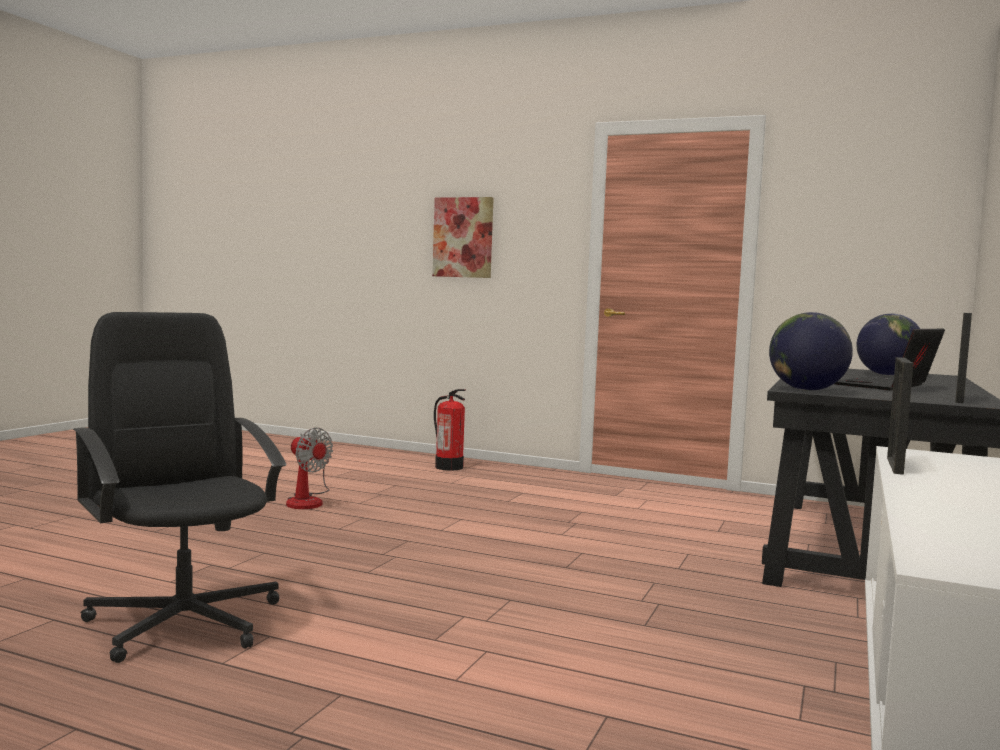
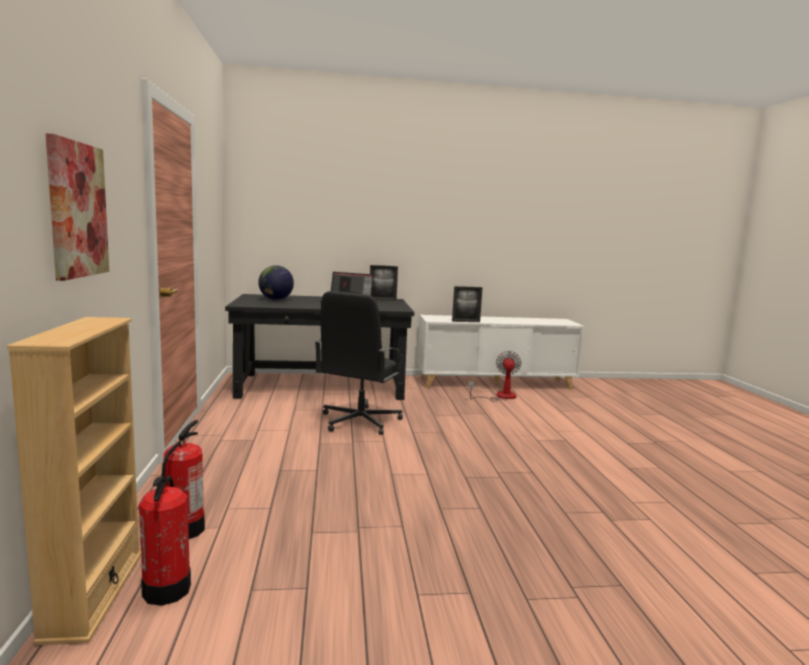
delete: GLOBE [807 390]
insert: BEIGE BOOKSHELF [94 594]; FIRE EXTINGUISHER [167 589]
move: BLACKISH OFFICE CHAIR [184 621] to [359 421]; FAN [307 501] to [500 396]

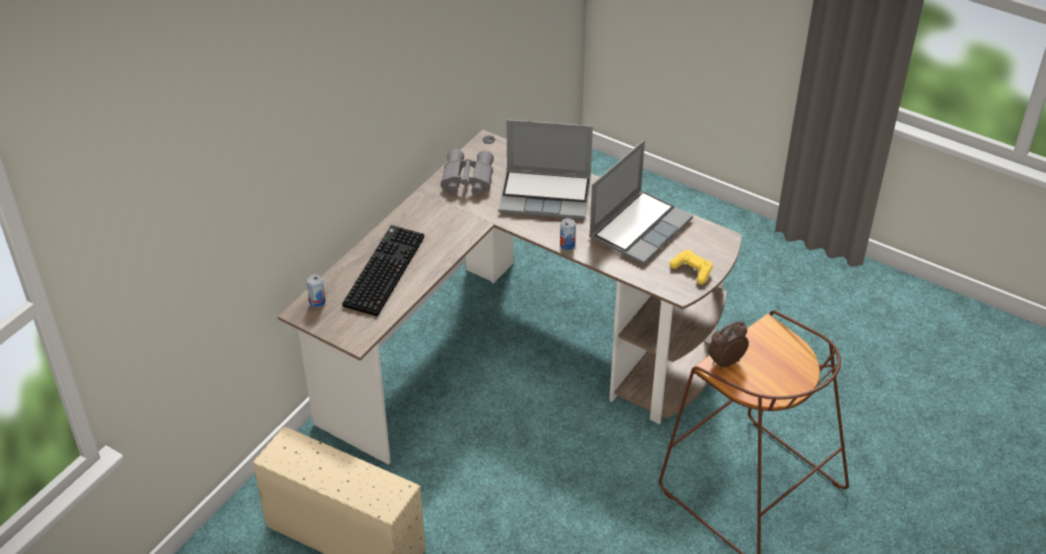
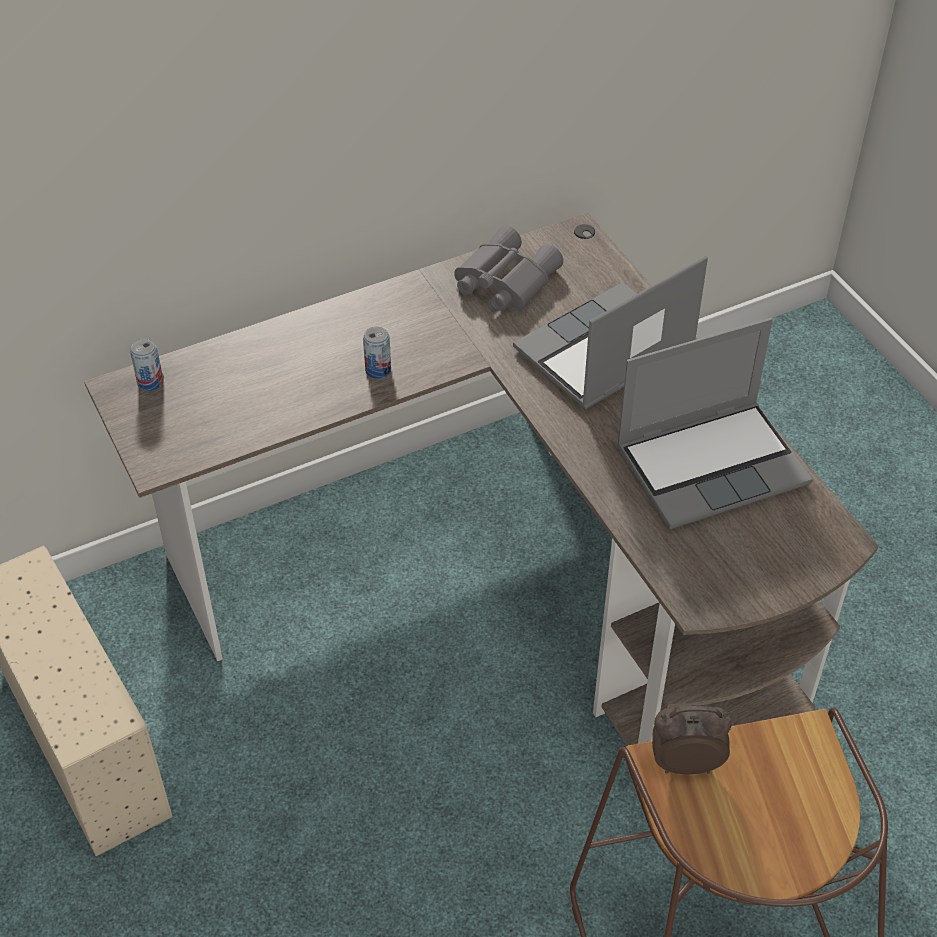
delete: PC KEYBOARD [383 270]; YELLOW-COLOURED GAME CONTROLLER [692 271]
move: METAL CAN [567 245] to [378 370]
rotate: NOTEBOOK COMPUTER [546 195] = [604 352] 105 degrees clockwise

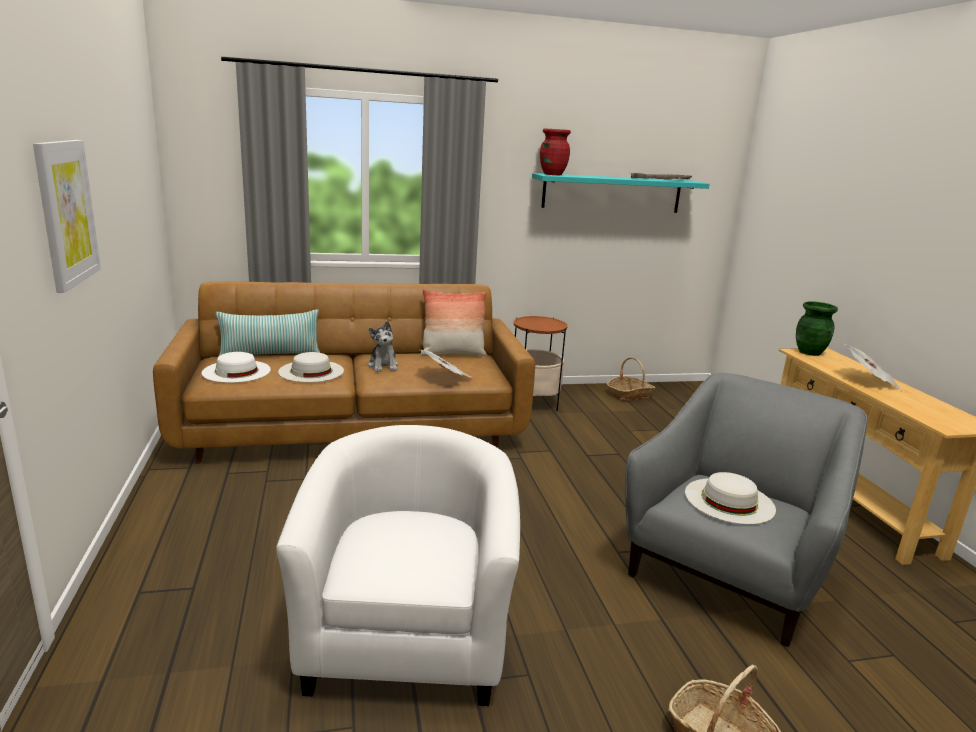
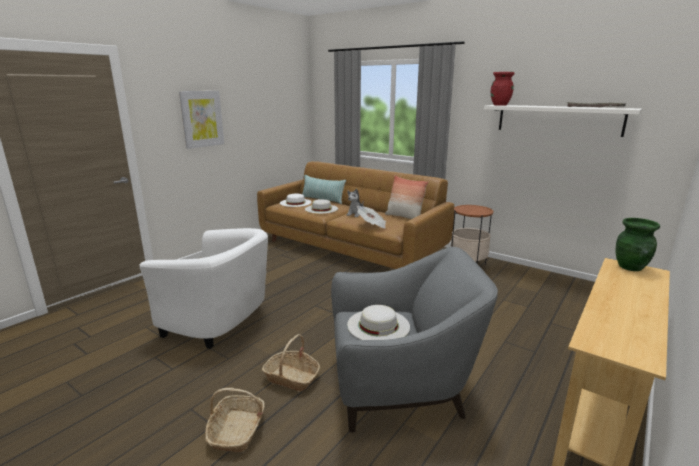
delete: PRINTED PAPER [869 381]
move: HOUSEHOLD BASKET [629 395] to [292 377]
recolor: BLUE-GREEN BRACKET SHELF [612 193] to WHITE-COLOURED BRACKET SHELF [558 119]
rotate: WHITE-COLOURED ARMCHAIR [407 636] = [221 323] 60 degrees clockwise

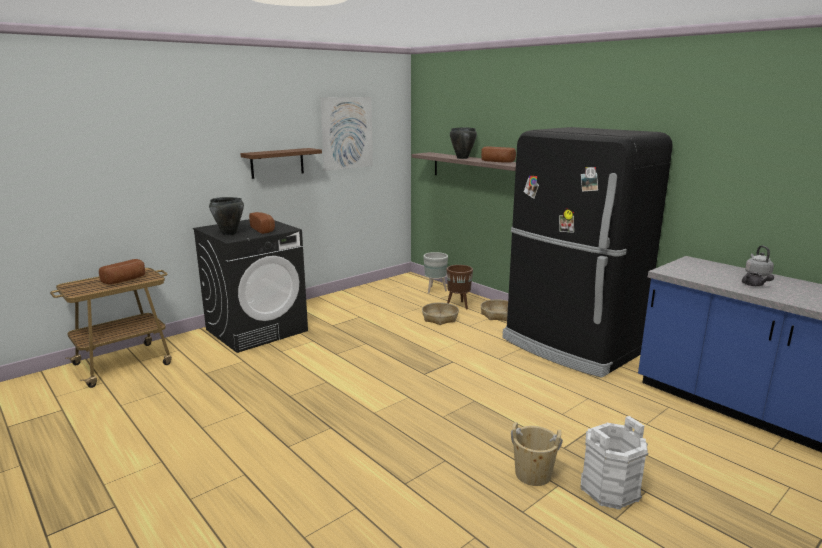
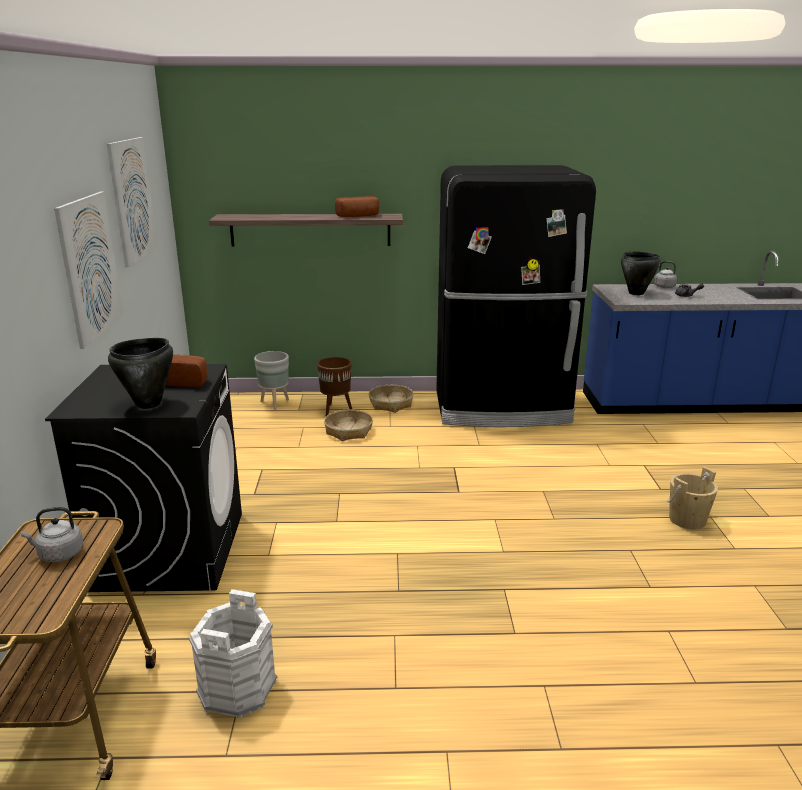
move: BLACKISH STOCKPOT [462 158] to [636 293]; WHITE-COLOURED BUCKET [610 489] to [238 689]
replace: BAKERY BREAD [126 280] to GRAY WATER KETTLE [58 554]; BROWN BRACKET SHELF [277 163] to WALL PICTURE [90 267]

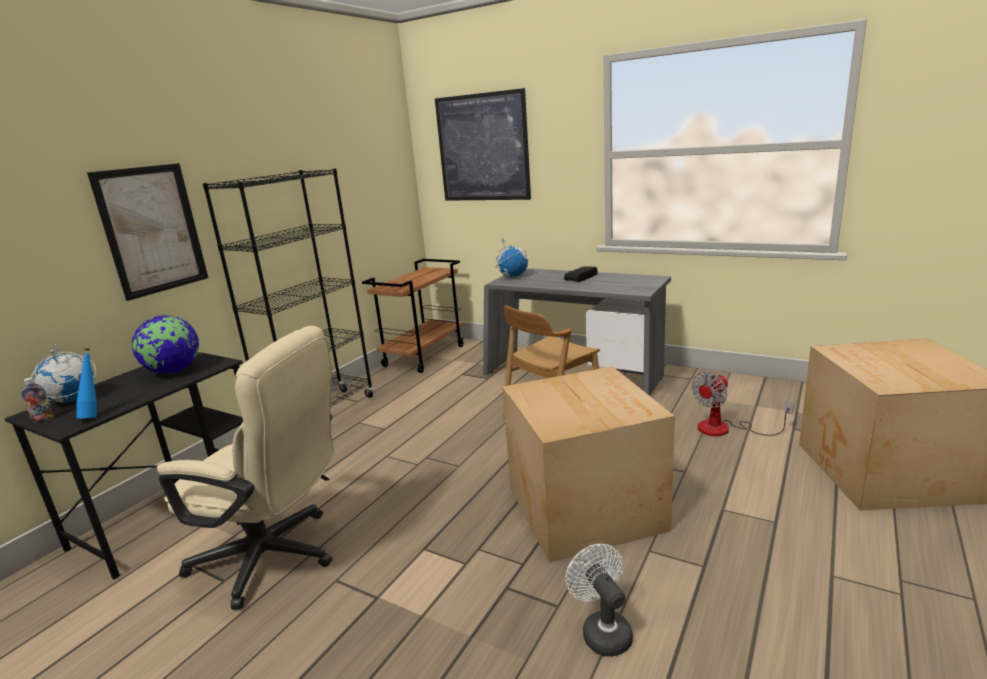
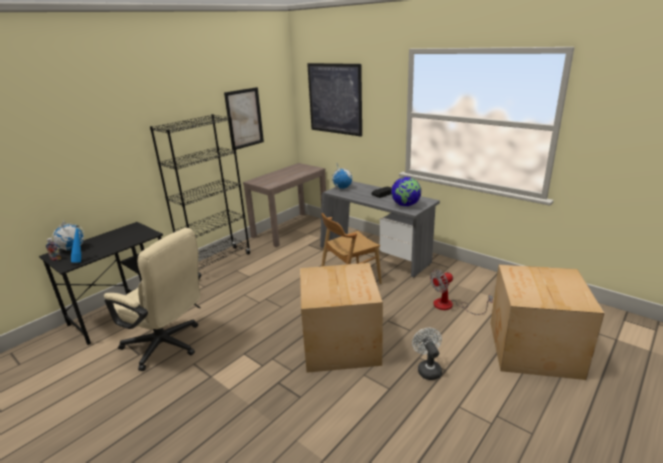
move: WALL PICTURE [152 230] to [244 118]; GLOBE [174 371] to [405 205]; WHITE-COLOURED FAN [602 630] to [427 369]
replace: BROWN WHEELED CART [424 356] to BROWN CONSOLE TABLE [290 228]

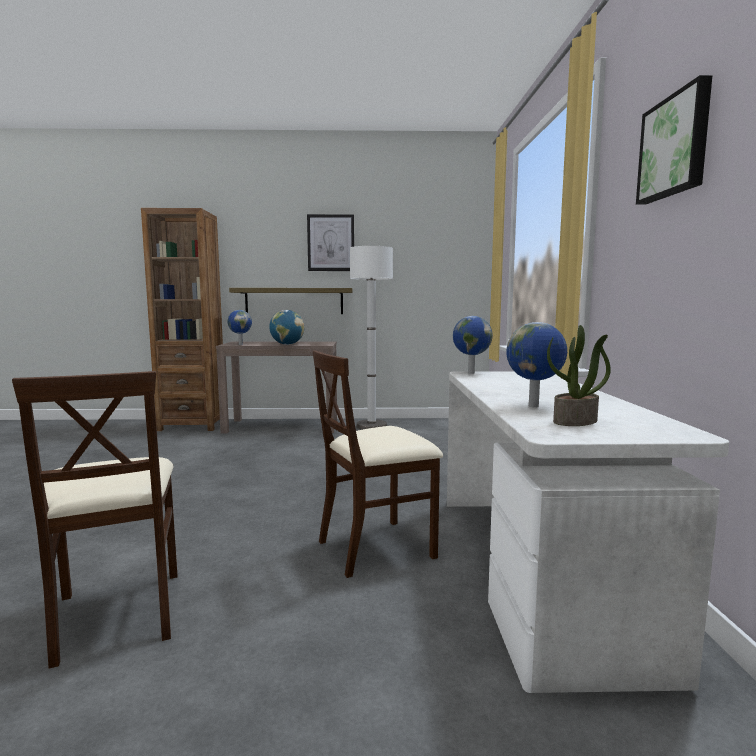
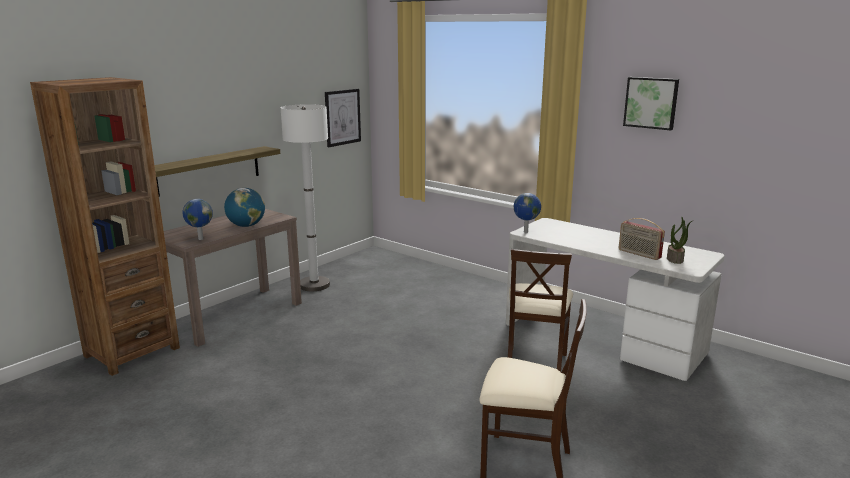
move: WALL PICTURE [331 243] to [342 117]
replace: GLOBE [534 406] to RADIO SET [639 254]

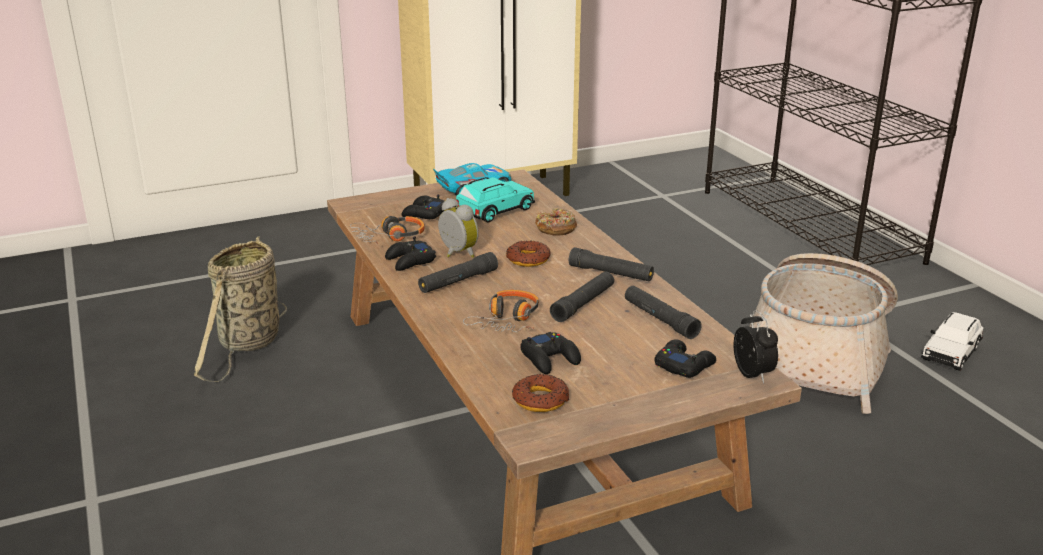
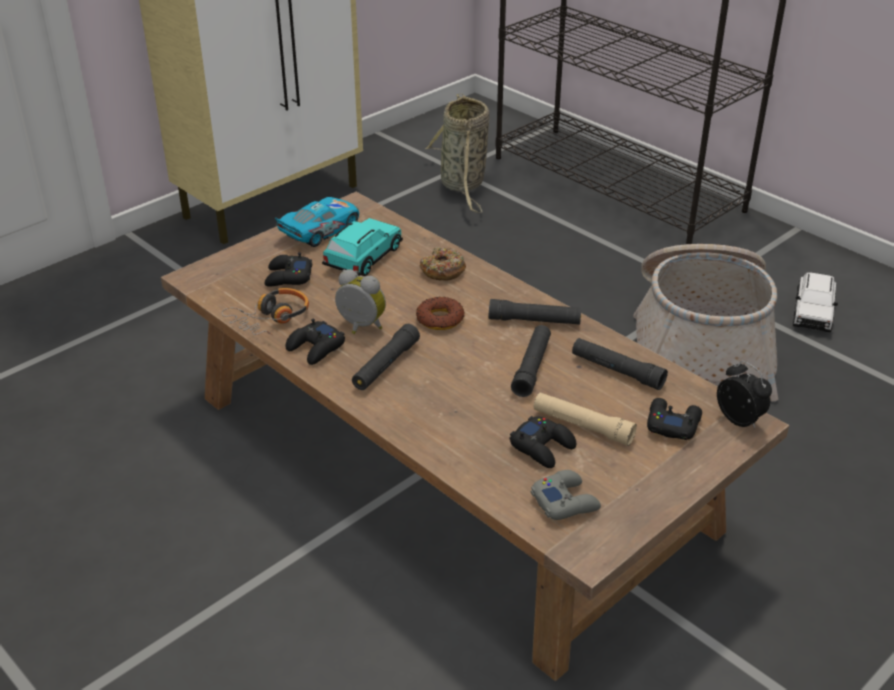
delete: HEADPHONES [507 320]
insert: BEIGE HAND TORCH [582 426]
move: HOUSEHOLD BASKET [248 344] to [463 185]
replace: RING DOUGHNUT [540 399] to GRAY GAME CONTROLLER [565 501]

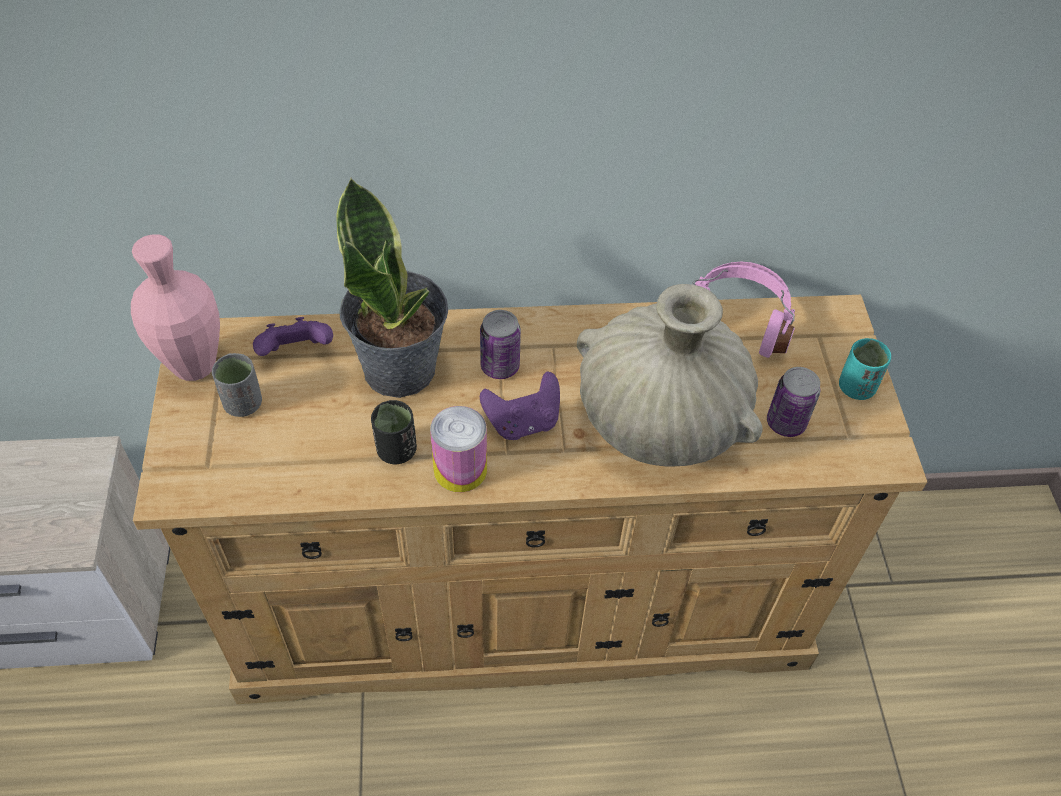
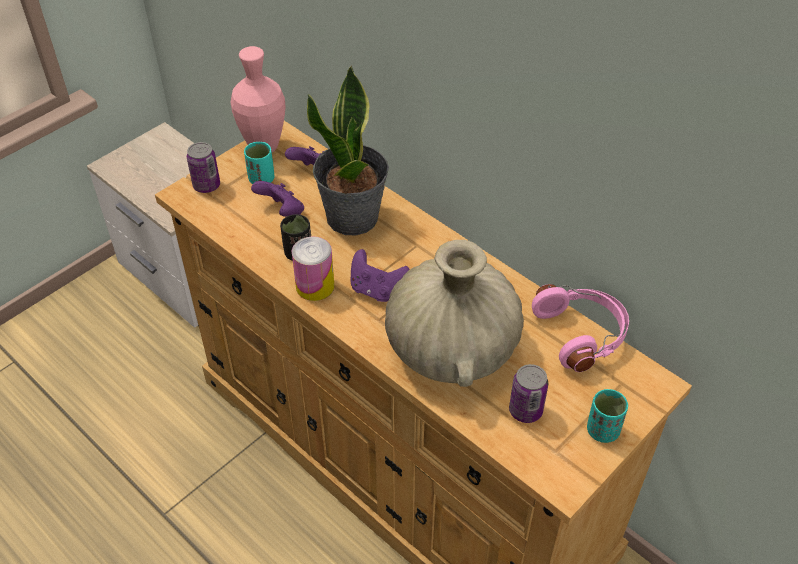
insert: PURPLE GAME CONTROLLER [282 212]
move: METAL CAN [500 366] to [206 185]
recolor: GRAY CUP [243 404] to BLUE-GREEN CUP [261 179]

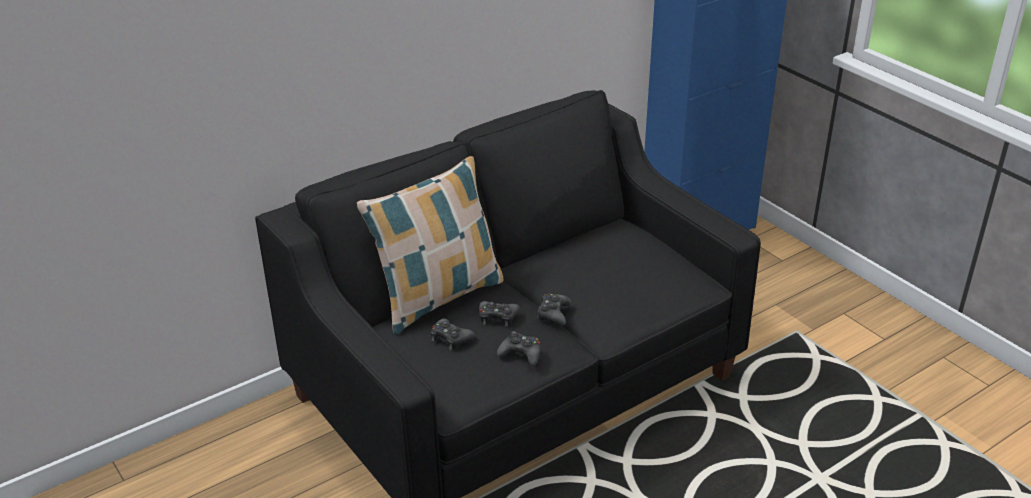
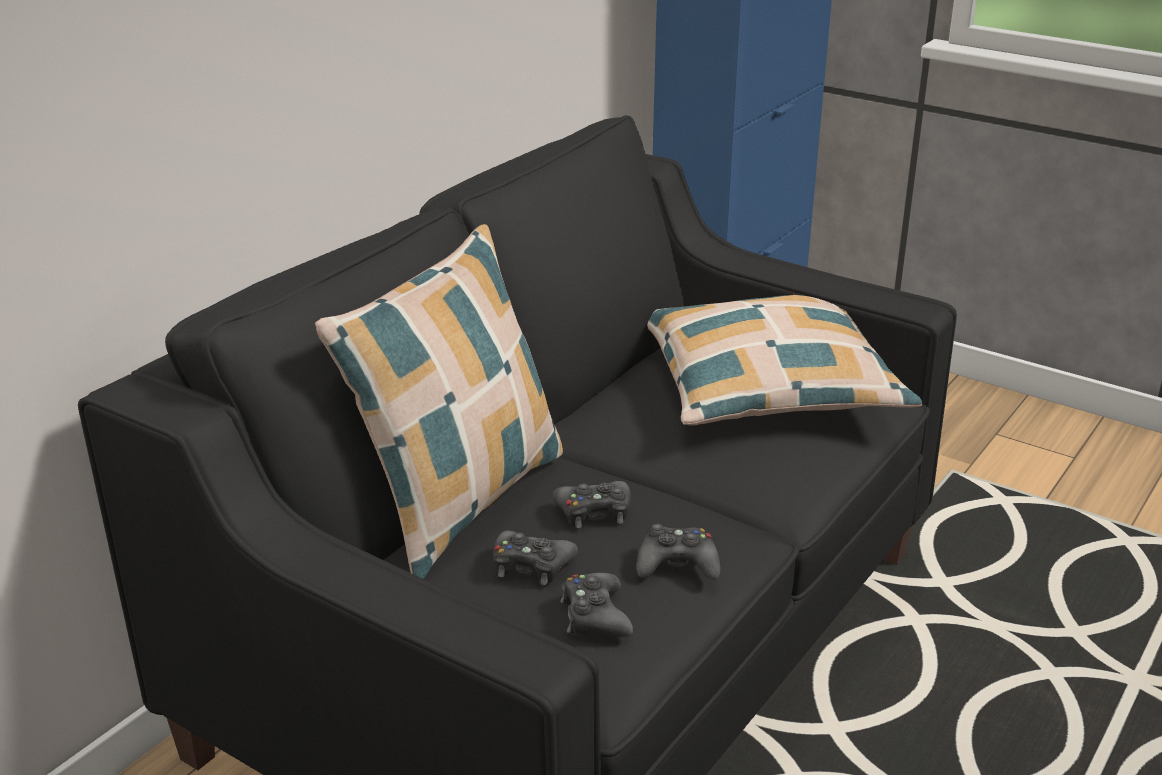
insert: CUSHION [769 385]
move: BLACKISH GAME CONTROLLER [553 314] to [595 616]

